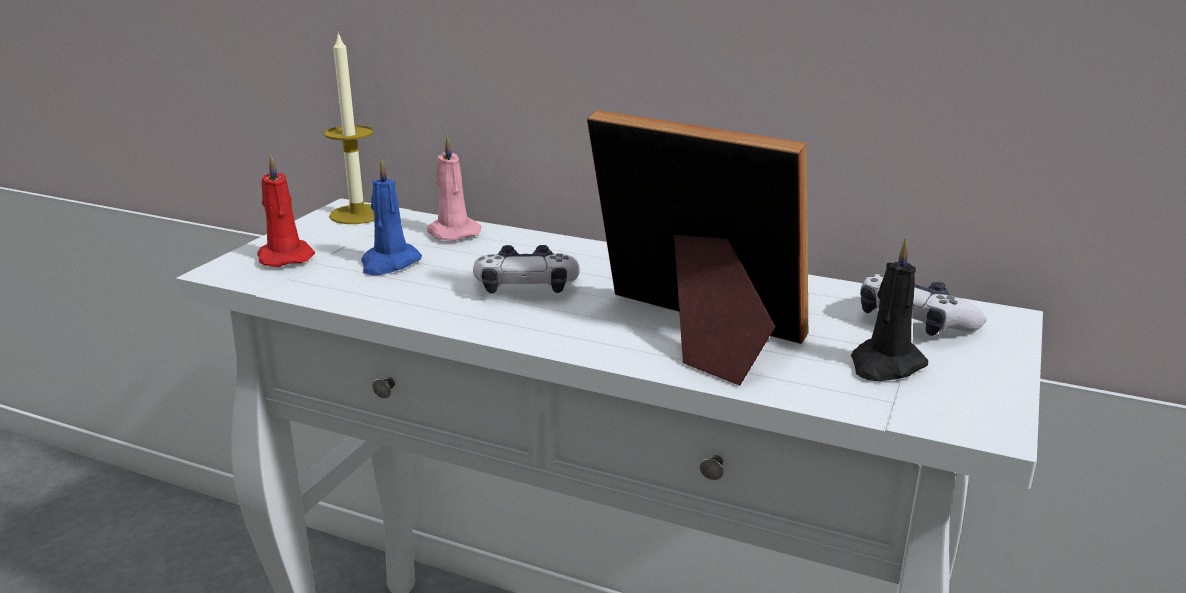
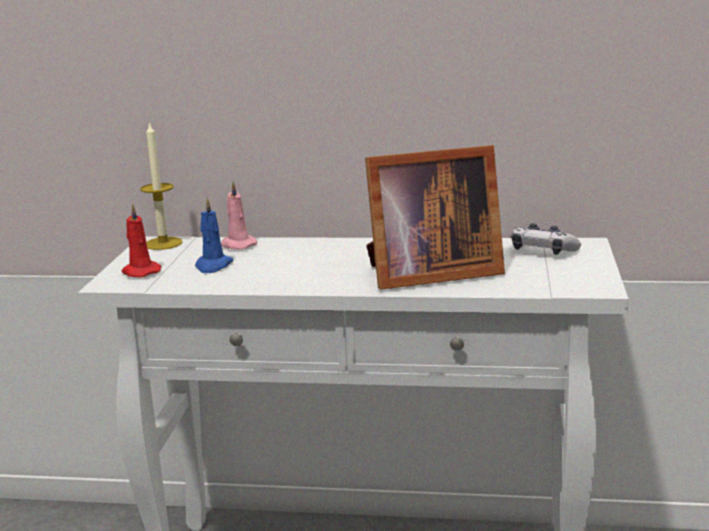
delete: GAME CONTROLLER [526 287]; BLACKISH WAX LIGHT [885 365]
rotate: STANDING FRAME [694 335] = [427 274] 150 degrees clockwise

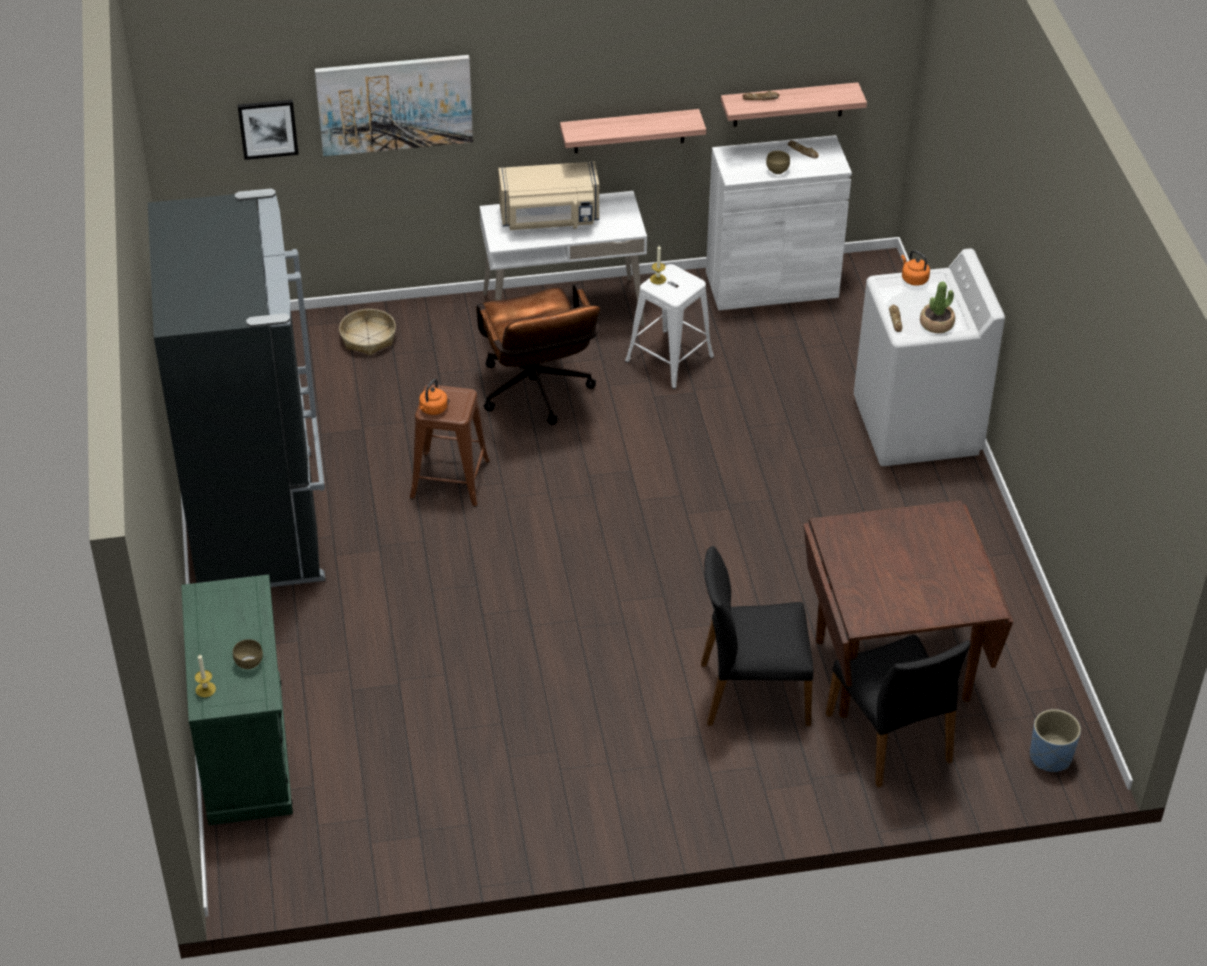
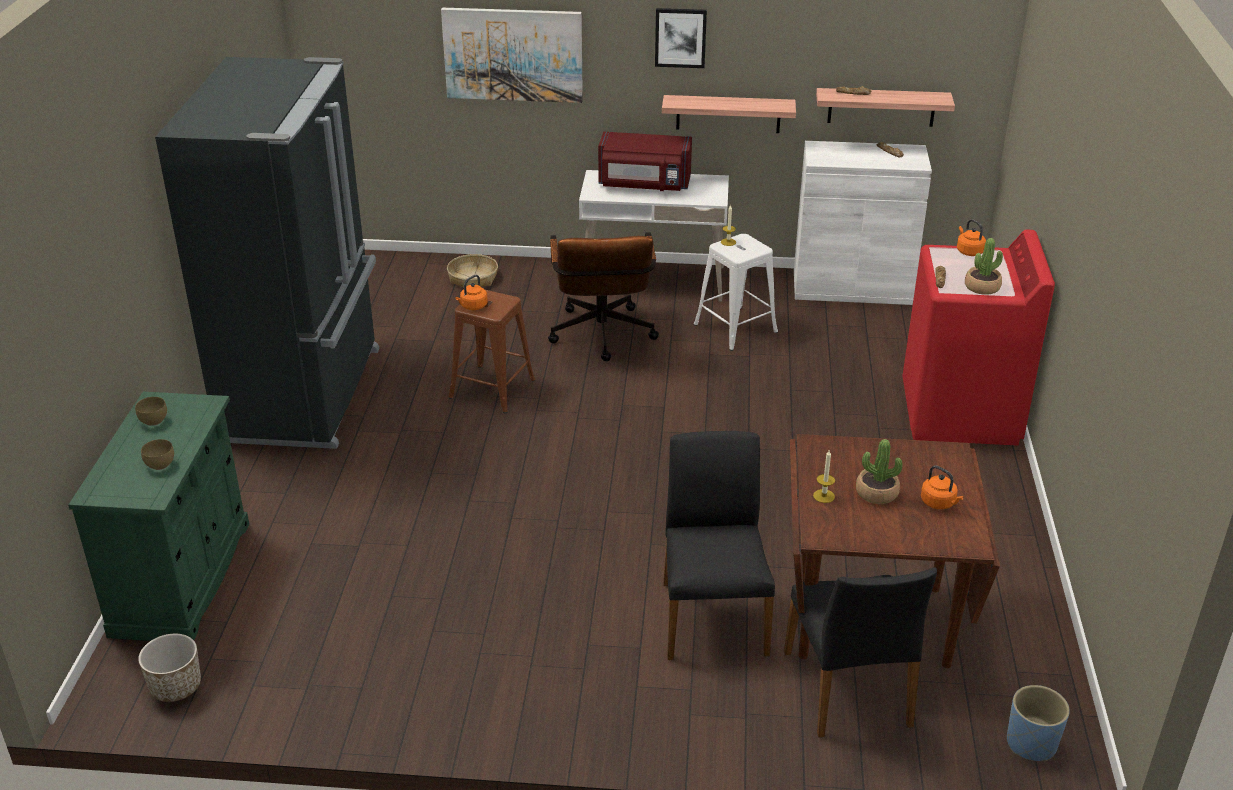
insert: PLANT POT [176 686]; HOUSEPLANT [876 493]; ORANGEY WATER KETTLE [939 503]
move: WAX LIGHT [205 689] to [824 496]; WALL PICTURE [268 128] to [680 37]; BROWN BOWL [776 170] to [152 421]
recolor: BEIGE MICROWAVE [549 219] to REDDISH MICROWAVE [644 185]; WHITE-COLOURED LAUNDRY MACHINE [917 427] to REDDISH LAUNDRY MACHINE [960 413]
rotate: BLACKISH UPRIGHT CHAIR [752 692] = [712 616] 75 degrees clockwise

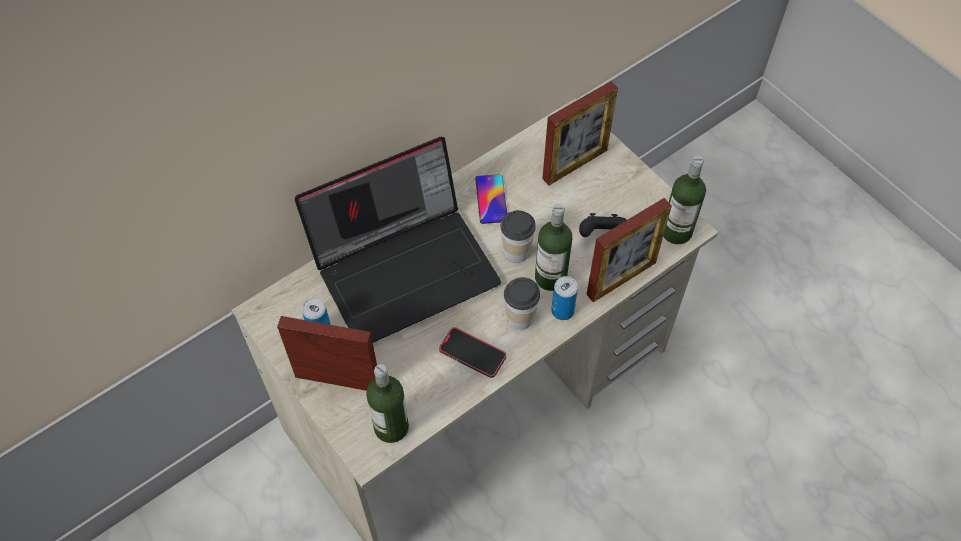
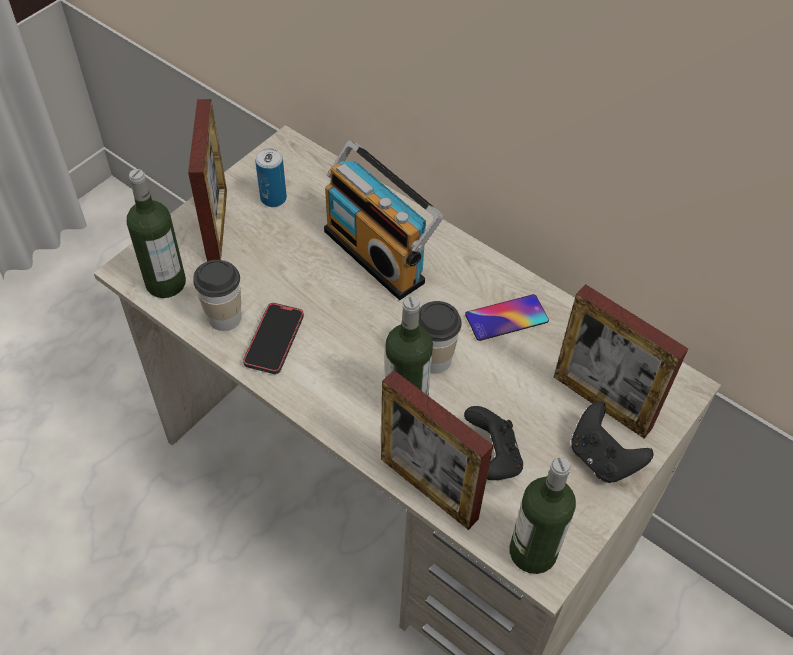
delete: METAL CAN [562 311]
insert: BLACKISH GAME CONTROLLER [602 458]
move: CUP [520 318] to [224 317]
replace: NOTEBOOK COMPUTER [406 267] to RADIO SET [378 254]

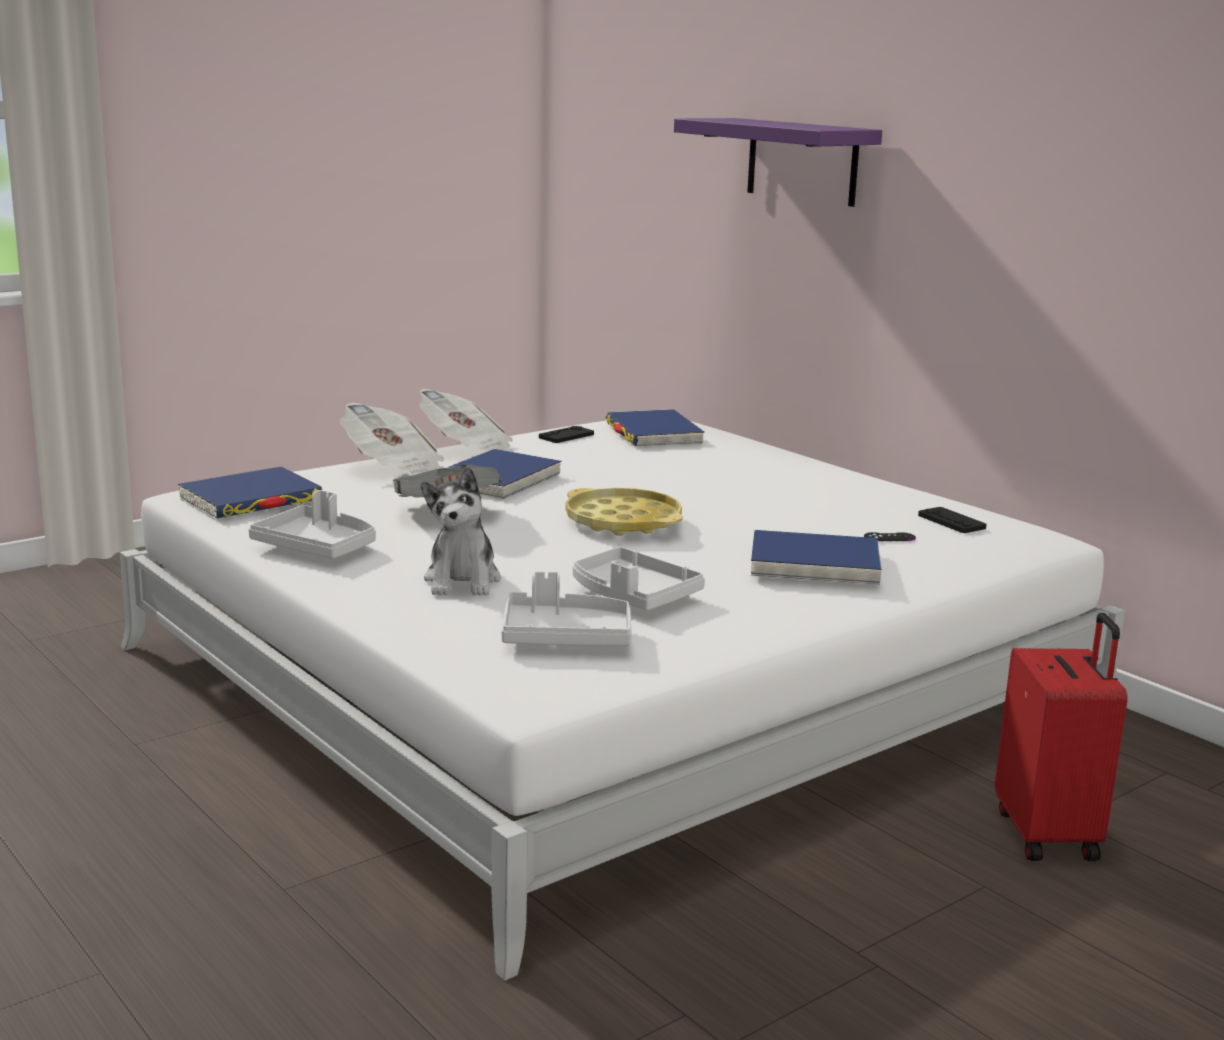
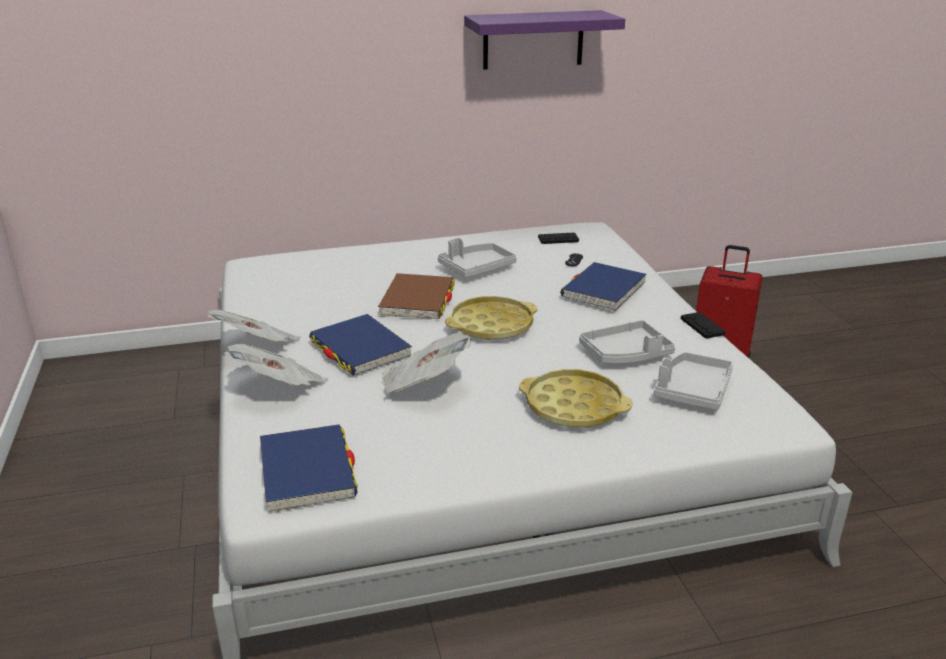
delete: BLUE-COLOURED BOOK [653 434]
insert: BROWN BOOK [418 300]
move: GRAY SERVING TRAY [317 547] to [476 268]; BLACKISH GAME CONTROLLER [566 436] to [702 326]; PURPLE BRACKET SHELF [802 161] to [533 40]
replace: CUDDLY TOY [462 580] to YELLOW-COLOURED SERVING TRAY [573 406]

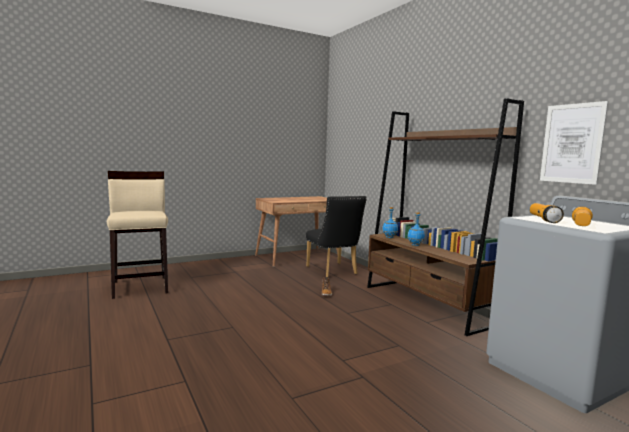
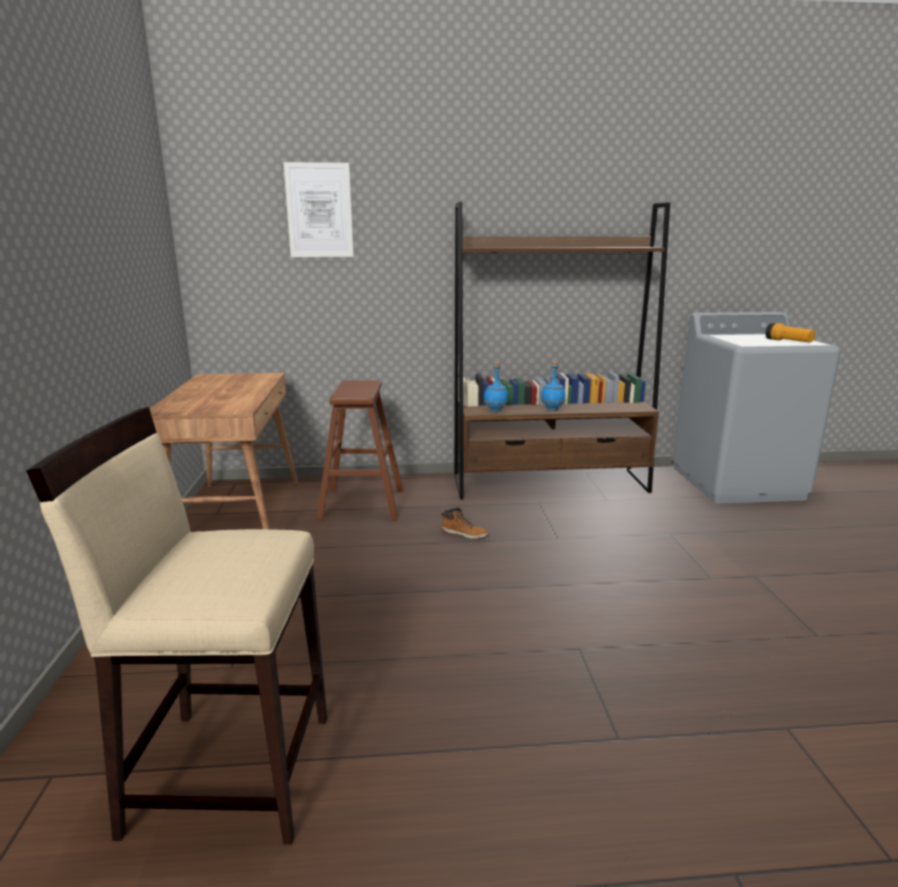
delete: HAND TORCH [543 219]
move: WALL PICTURE [572 143] to [319 210]
replace: BLACKISH UPRIGHT CHAIR [333 271] to BROWN SITTING STOOL [362 504]

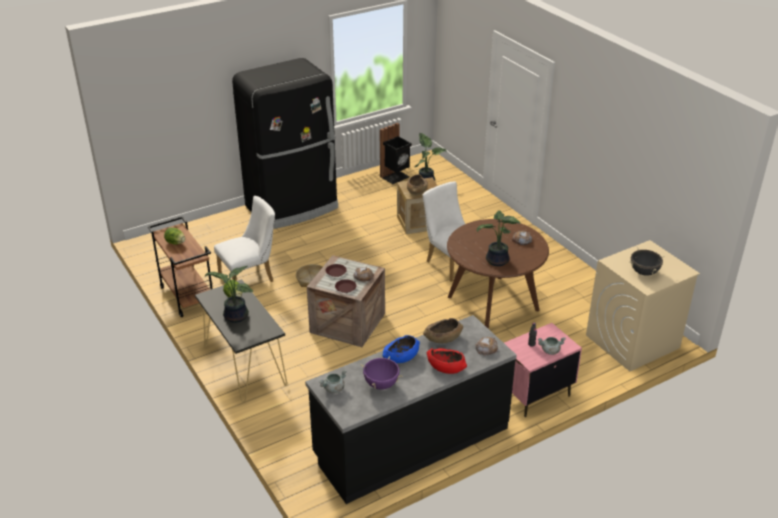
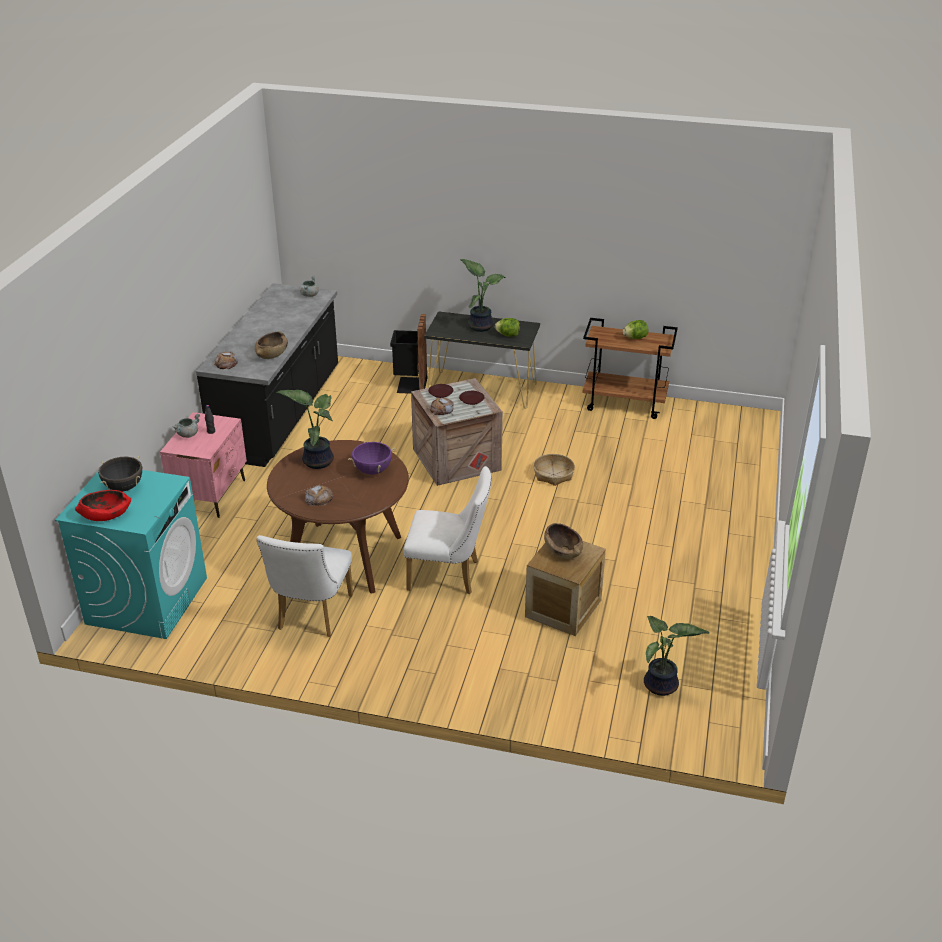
delete: BLACKISH REFRIGERATOR [293 208]; BLUE-COLOURED BOWL [401 357]
move: WHITE-COLOURED UPRIGHT CHAIR [250 278] to [311 616]; PURPLE STOCKPOT [381 384] to [372 471]; BLACKISH TRASH CAN [396 177] to [410 385]; REDDISH BOWL [445 367] to [106 514]
recolor: BEIGE LAUNDRY MACHINE [632 342] to BLUE-GREEN LAUNDRY MACHINE [147 600]

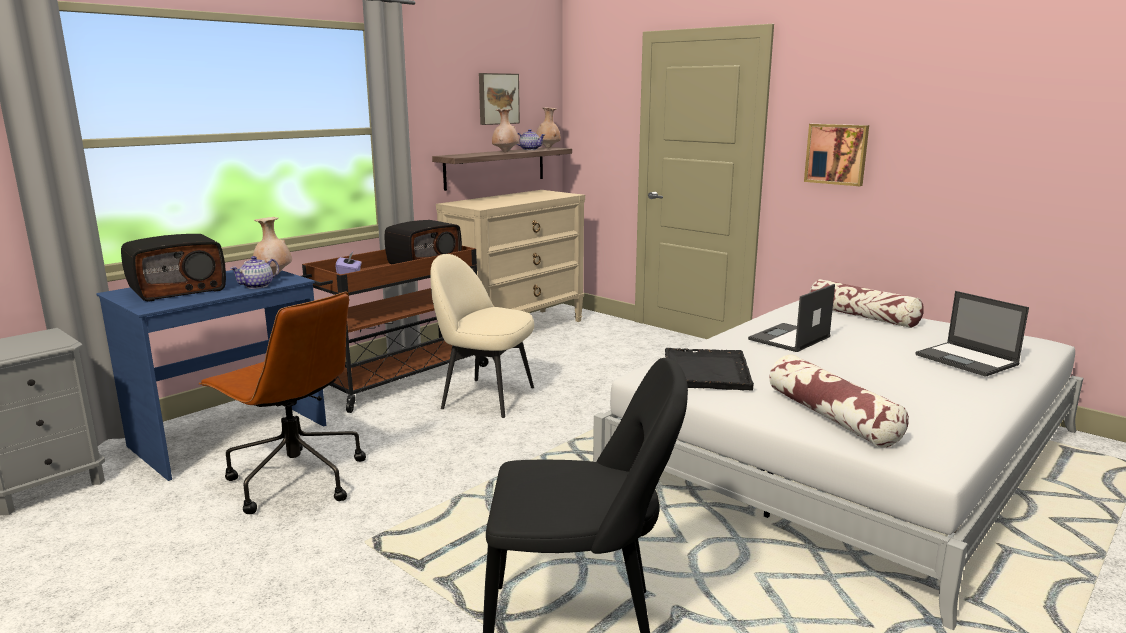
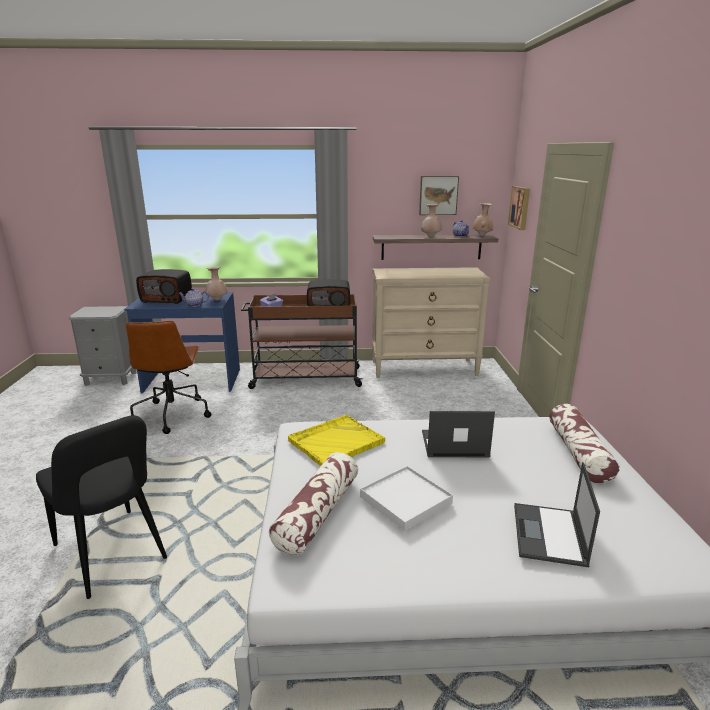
delete: BEIGE UPRIGHT CHAIR [485 397]
insert: WHITE-COLOURED SERVING TRAY [406 500]
move: WALL PICTURE [837 154] to [520 207]
recolor: BLACKISH SERVING TRAY [706 371] to YELLOW-COLOURED SERVING TRAY [335 442]

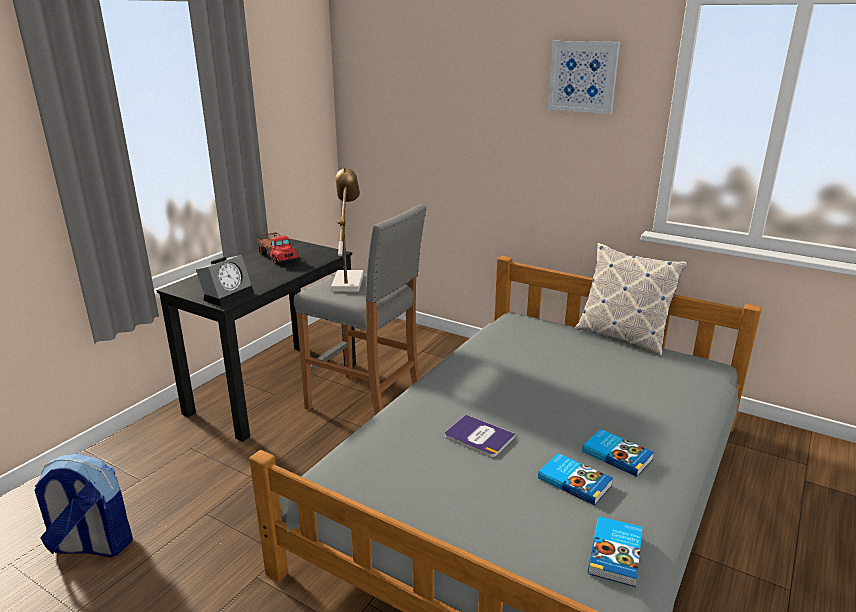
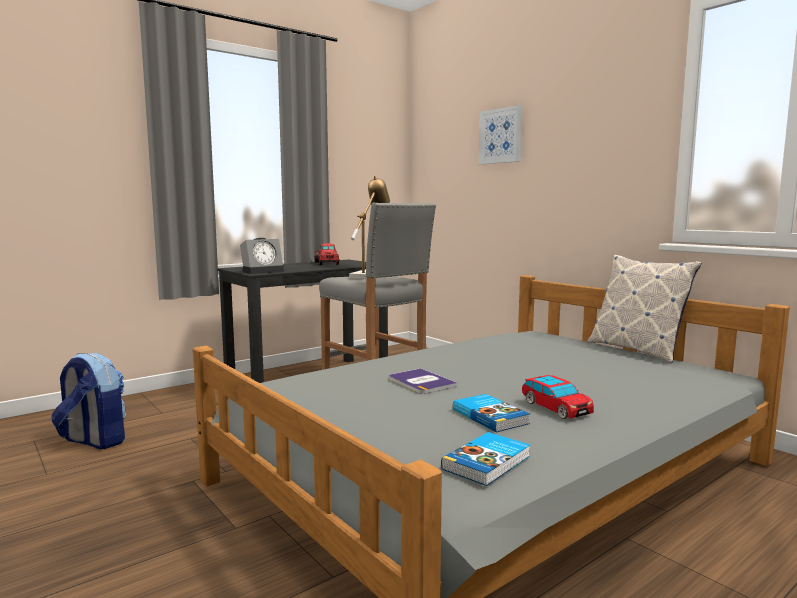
move: WALL PICTURE [583 77] to [501 136]
replace: BOOK [617 455] to MINIATURE CAR [555 408]

